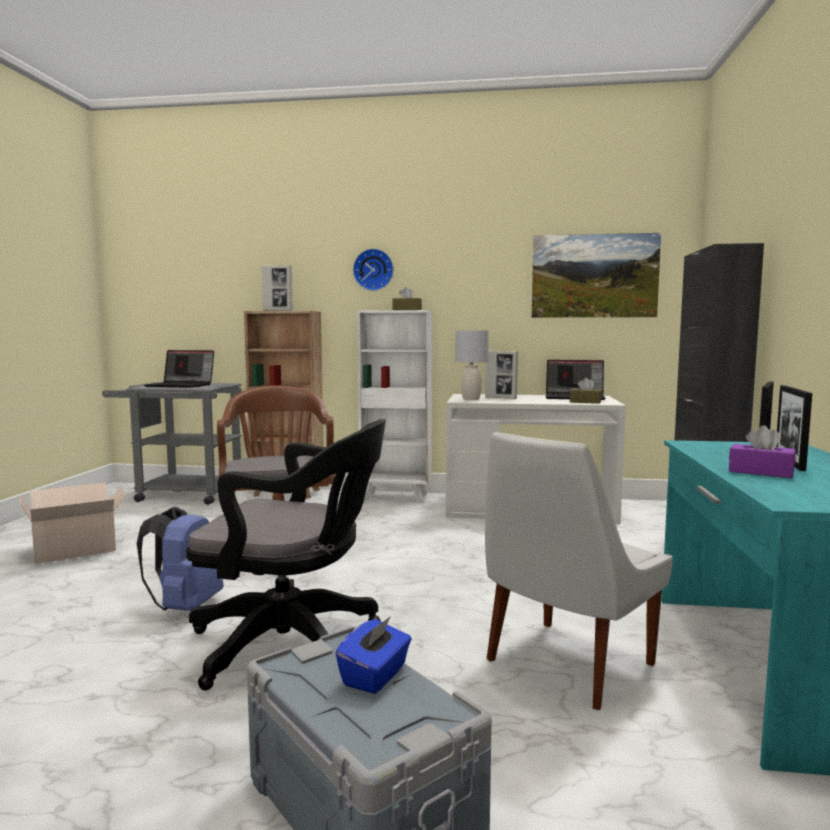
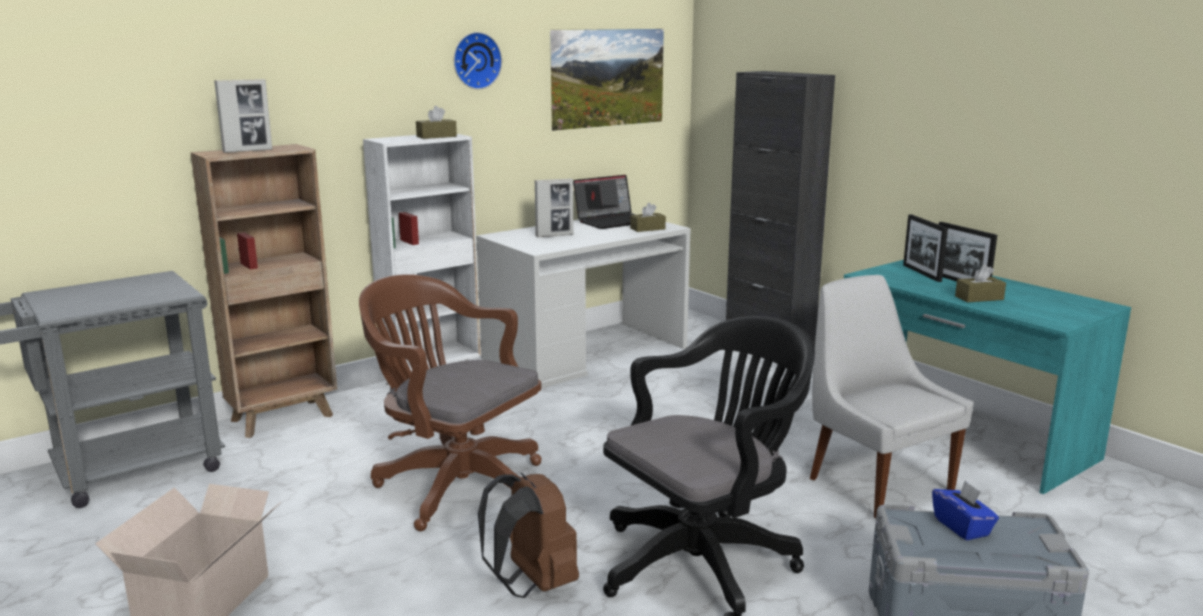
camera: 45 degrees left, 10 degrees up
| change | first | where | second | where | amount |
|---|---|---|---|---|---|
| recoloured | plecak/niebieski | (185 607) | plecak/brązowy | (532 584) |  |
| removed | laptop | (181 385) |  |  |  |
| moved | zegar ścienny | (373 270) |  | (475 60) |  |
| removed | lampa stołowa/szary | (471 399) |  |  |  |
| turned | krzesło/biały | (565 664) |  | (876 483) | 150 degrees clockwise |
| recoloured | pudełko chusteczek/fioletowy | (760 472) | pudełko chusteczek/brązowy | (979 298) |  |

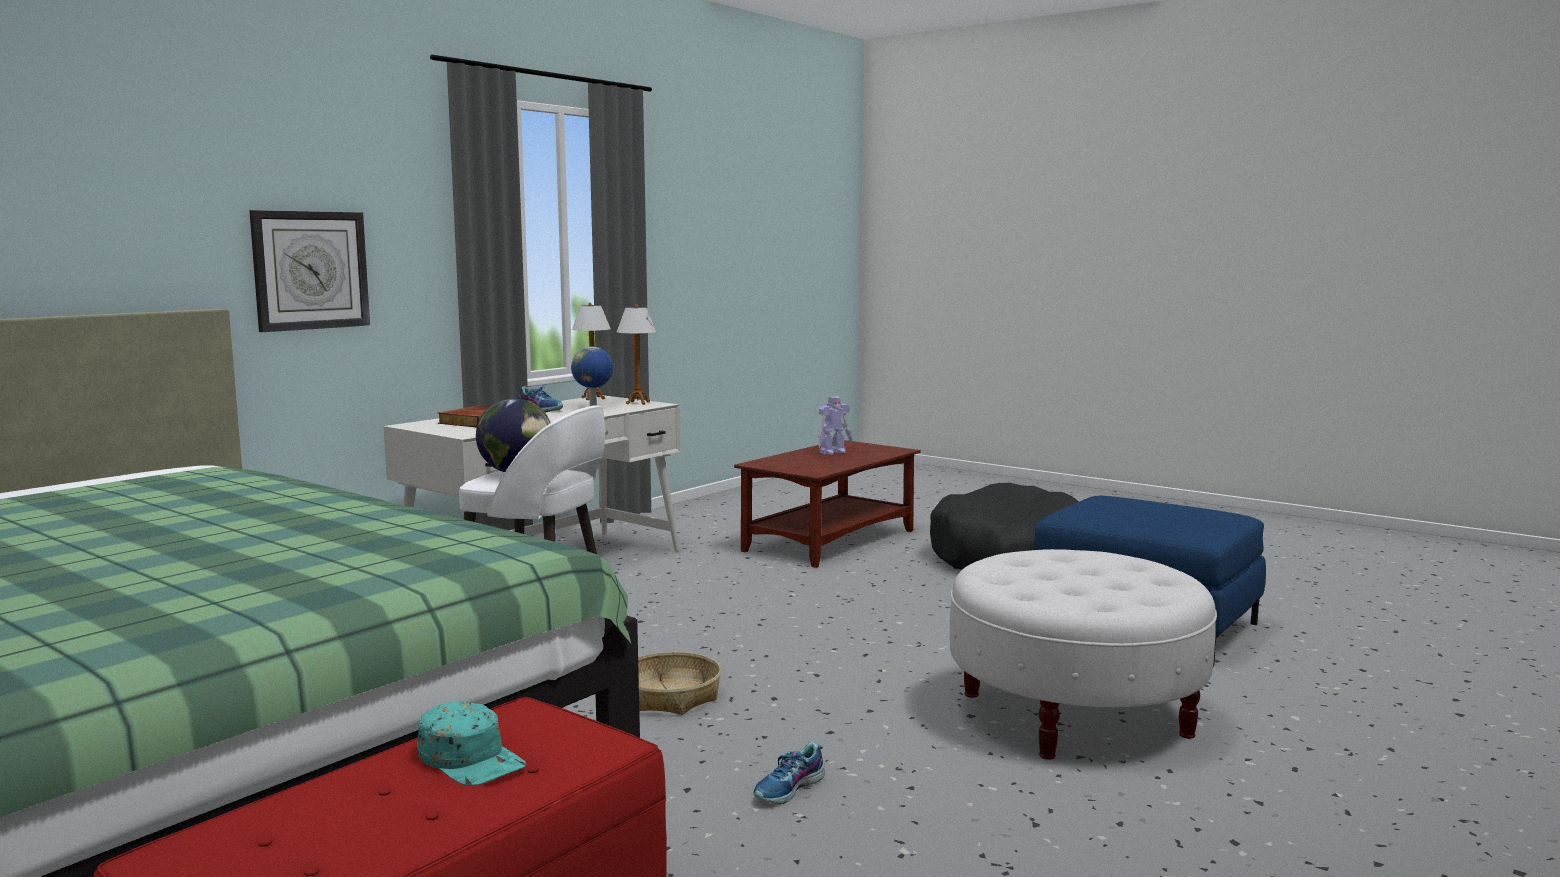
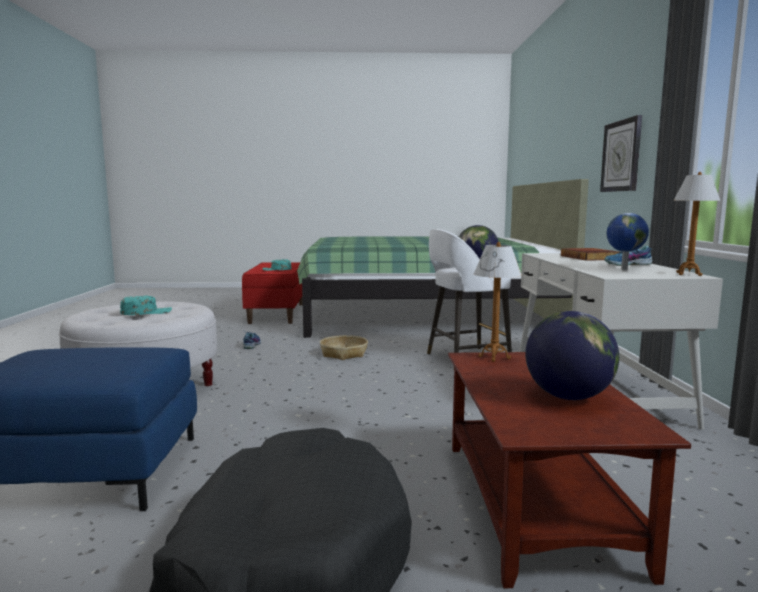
camera: 140 degrees right, 0 degrees up
| change | first | where | second | where | amount |
|---|---|---|---|---|---|
| moved | lampa stołowa | (637 403) |  | (494 357) |  |
| replaced | robot zabawkowy | (833 452) | globus | (568 397) |  |
| added |  |  | czapka z daszkiem/turkusowy | (146 312) |  |

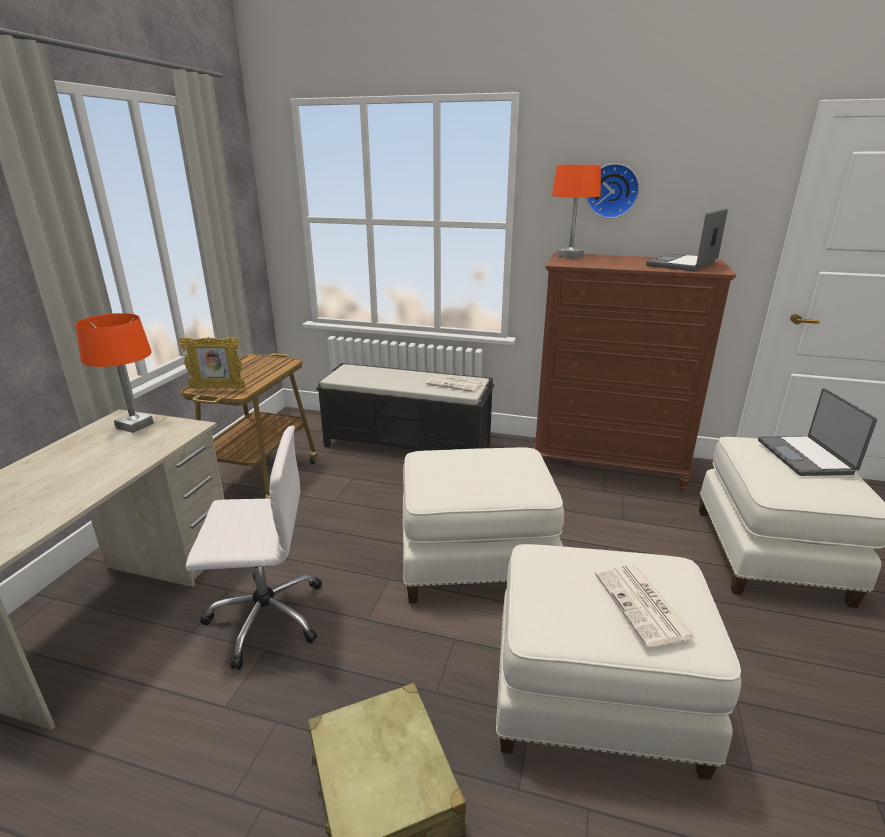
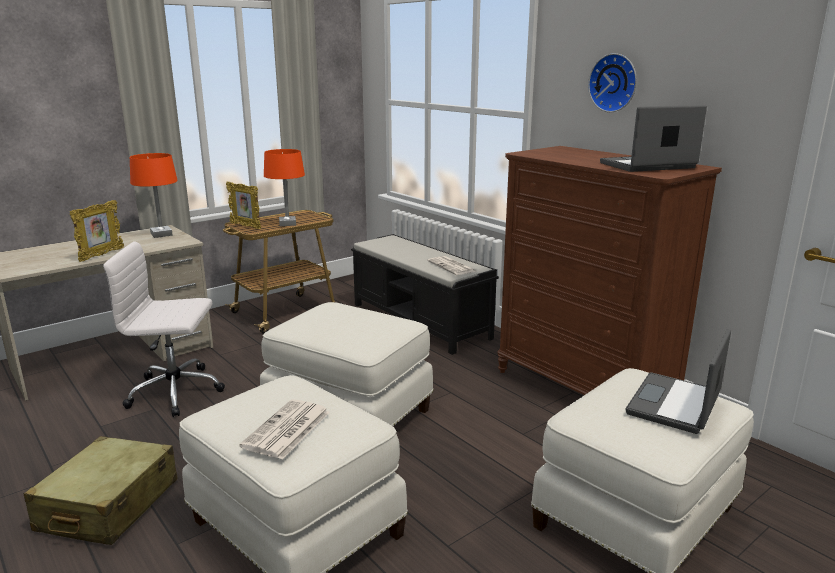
camera: 35 degrees right, 5 degrees down
| change | first | where | second | where | amount |
|---|---|---|---|---|---|
| turned | krzesło biurowe/biały | (264 616) |  | (177 392) | 150 degrees clockwise |
| moved | lampa stołowa/pomarańczowy | (570 256) |  | (287 224) |  |
| added |  |  | ramka na zdjęcie | (101 255) |  |

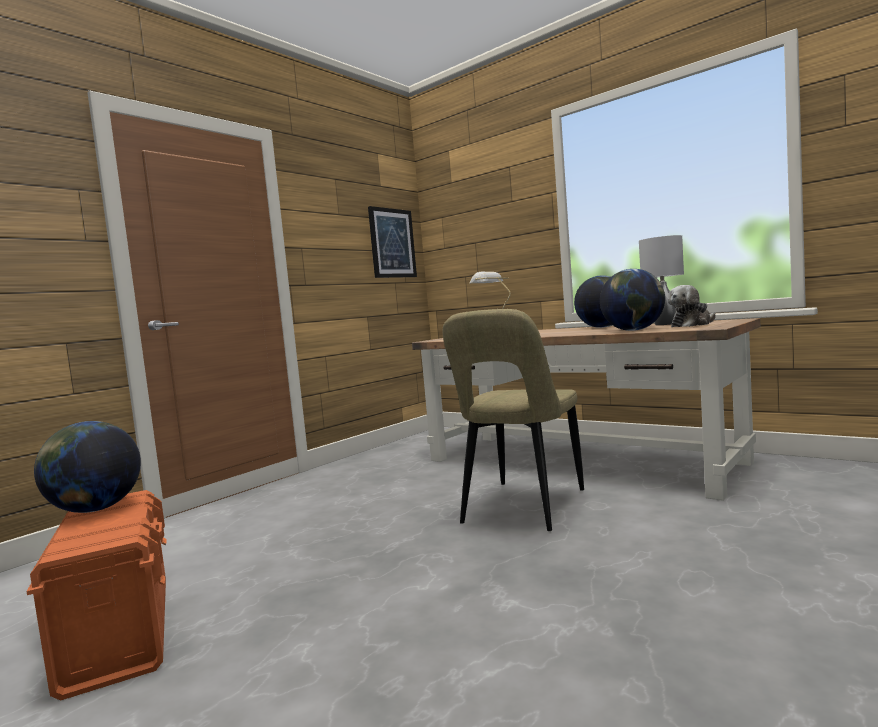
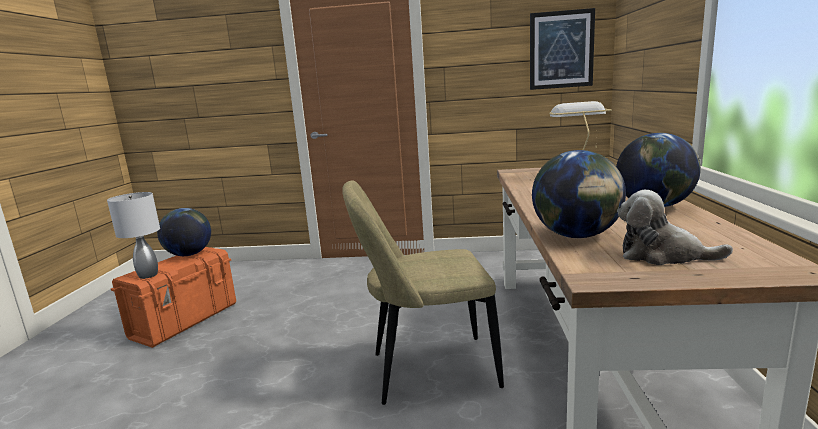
camera: 55 degrees right, 10 degrees up
| change | first | where | second | where | amount |
|---|---|---|---|---|---|
| moved | lampa stołowa/szary | (663 324) |  | (148 275) |  |

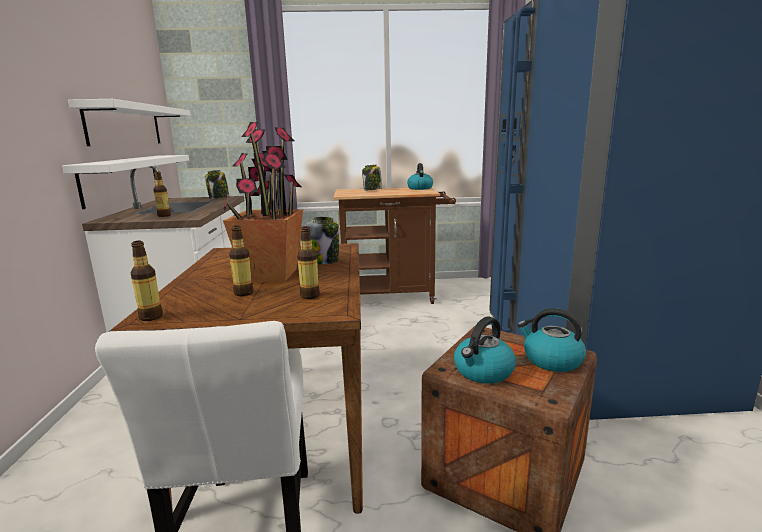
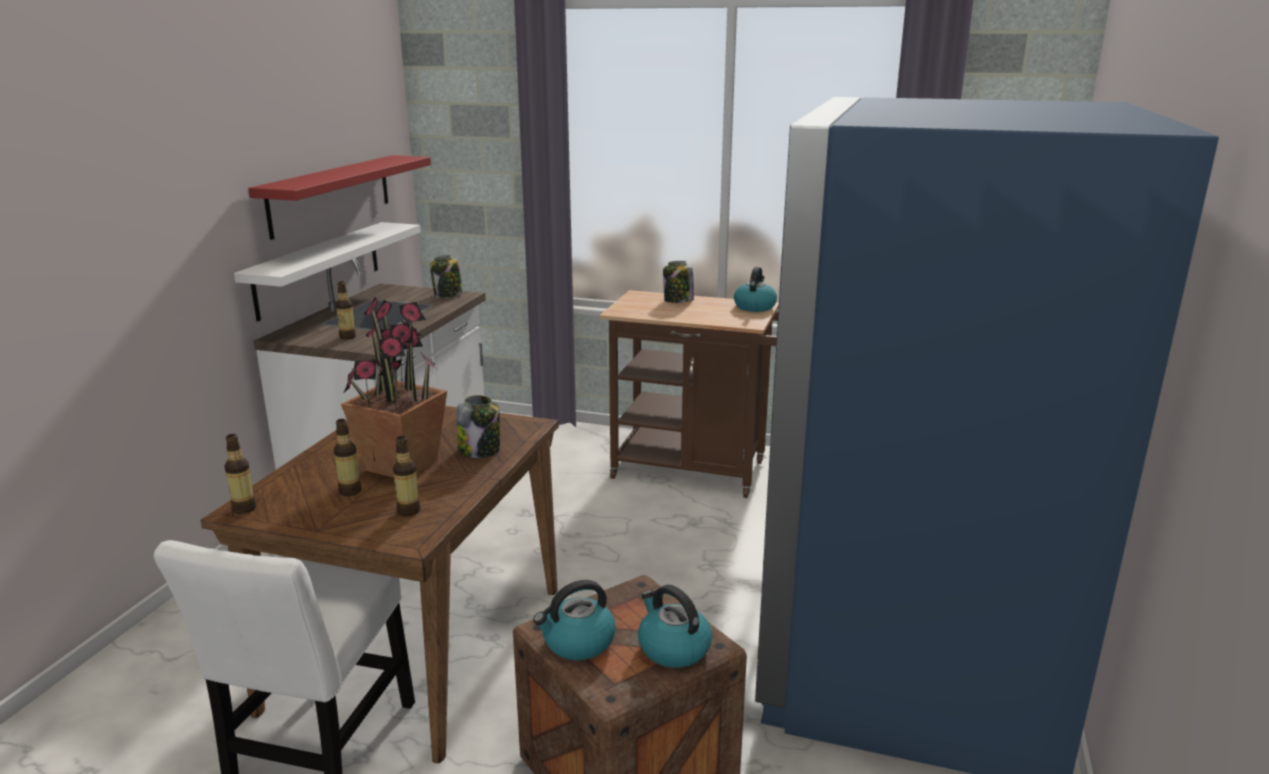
camera: 20 degrees right, 5 degrees up
| change | first | where | second | where | amount |
|---|---|---|---|---|---|
| recoloured | półka/biały | (125 125) | półka/czerwony | (331 194) |  |

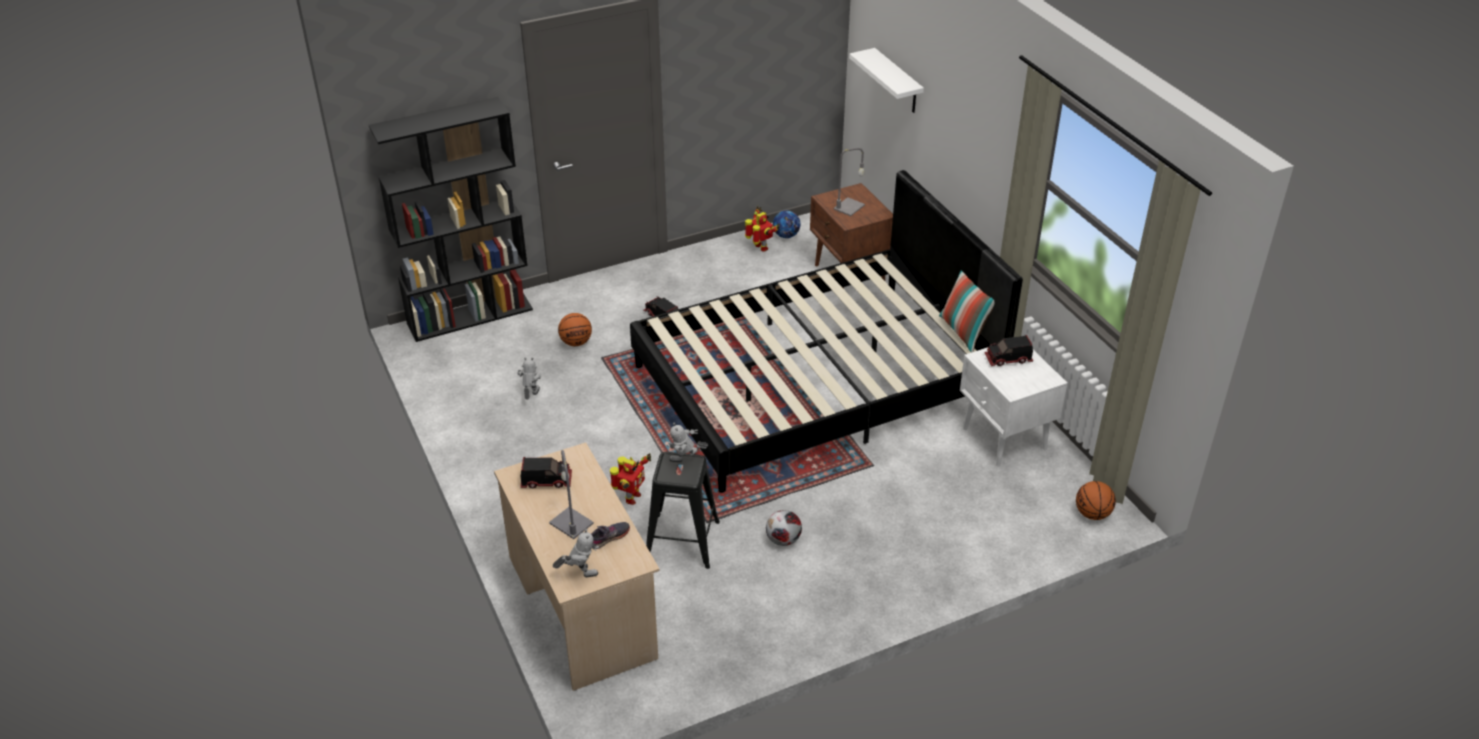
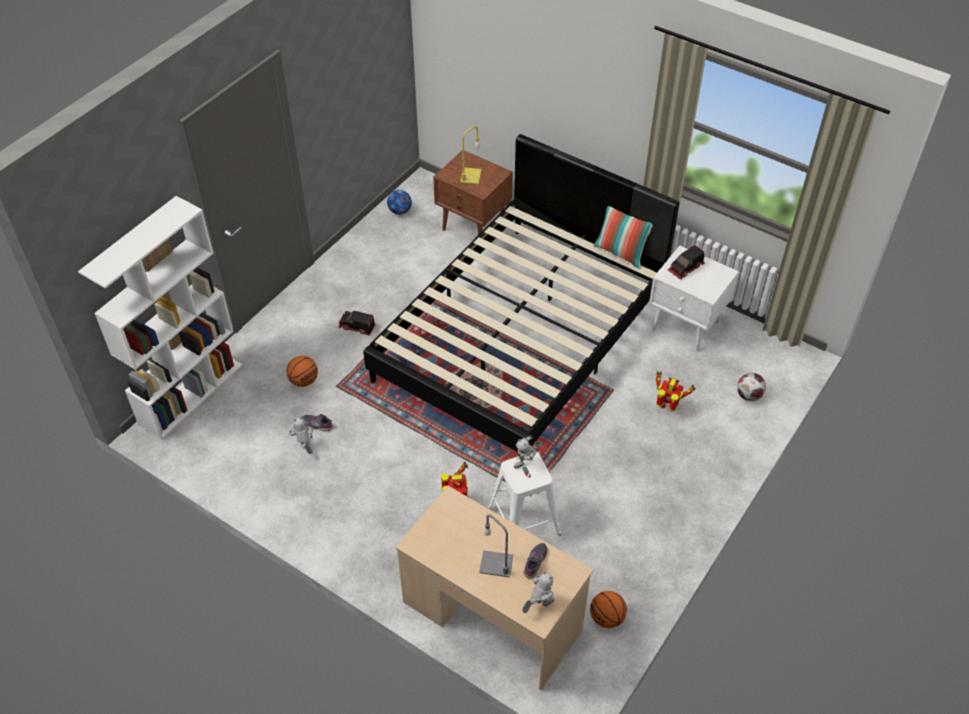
camera: 30 degrees left, 10 degrees up
| change | first | where | second | where | amount |
|---|---|---|---|---|---|
| recoloured | regał/czarny | (470 316) | regał/biały | (191 393) |  |
| removed | ciężarówka zabawkowa | (546 480) |  |  |  |
| recoloured | stołek/czarny | (682 541) | stołek/biały | (525 521) |  |
| moved | robot zabawkowy | (760 248) |  | (667 408) |  |
| moved | piłka futbolowa | (783 540) |  | (749 396) |  |
| recoloured | lampa stołowa/szary | (849 207) | lampa stołowa/żółty | (471 176) |  |
| removed | półka/biały | (897 82) |  |  |  |
| moved | piłka do koszykówki | (1092 514) |  | (606 618) |  |
| added |  |  | but/szary | (317 424) |  |

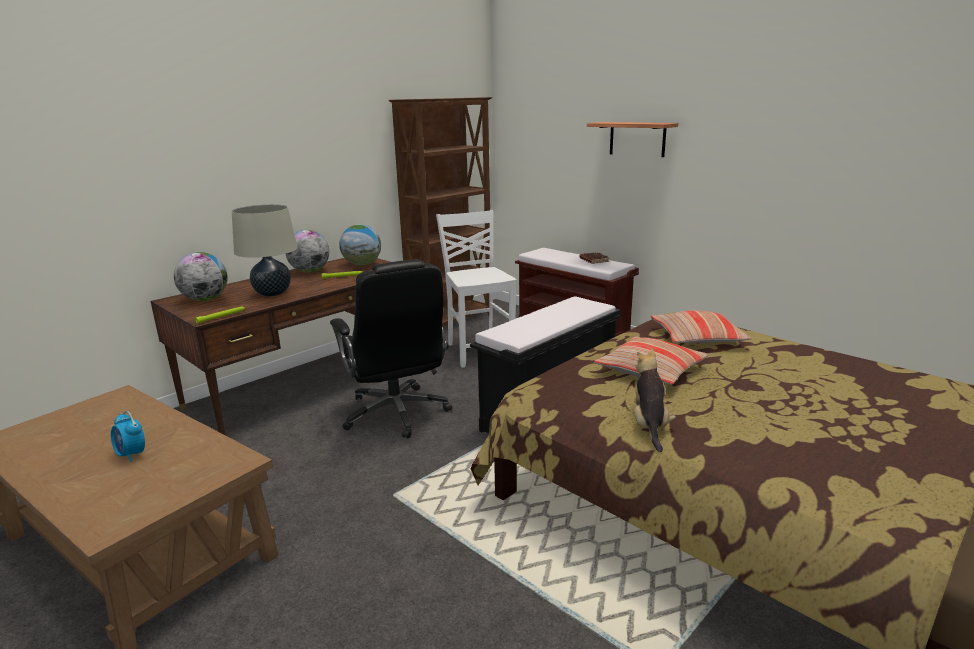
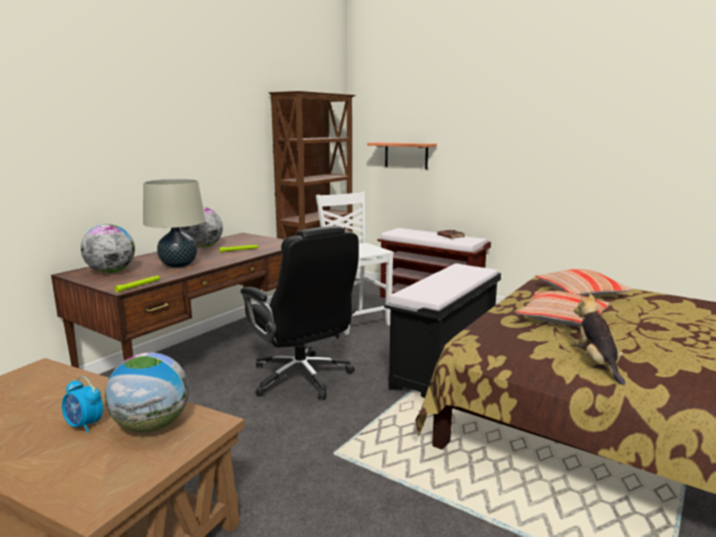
camera: 10 degrees left, 5 degrees down
| change | first | where | second | where | amount |
|---|---|---|---|---|---|
| moved | globus | (362 264) |  | (152 426) |  |
| moved | półka | (637 139) |  | (406 155) |  |

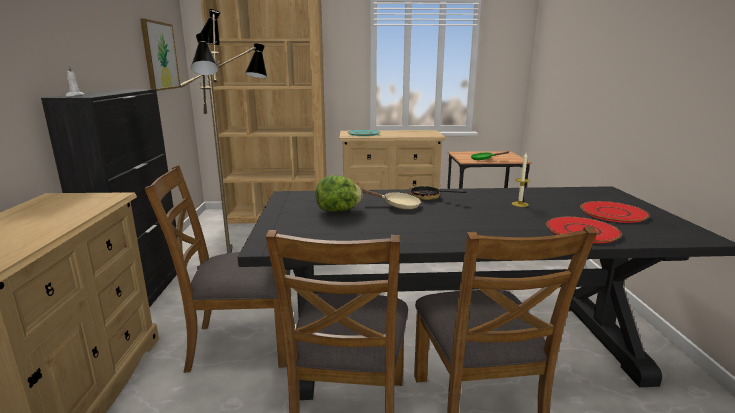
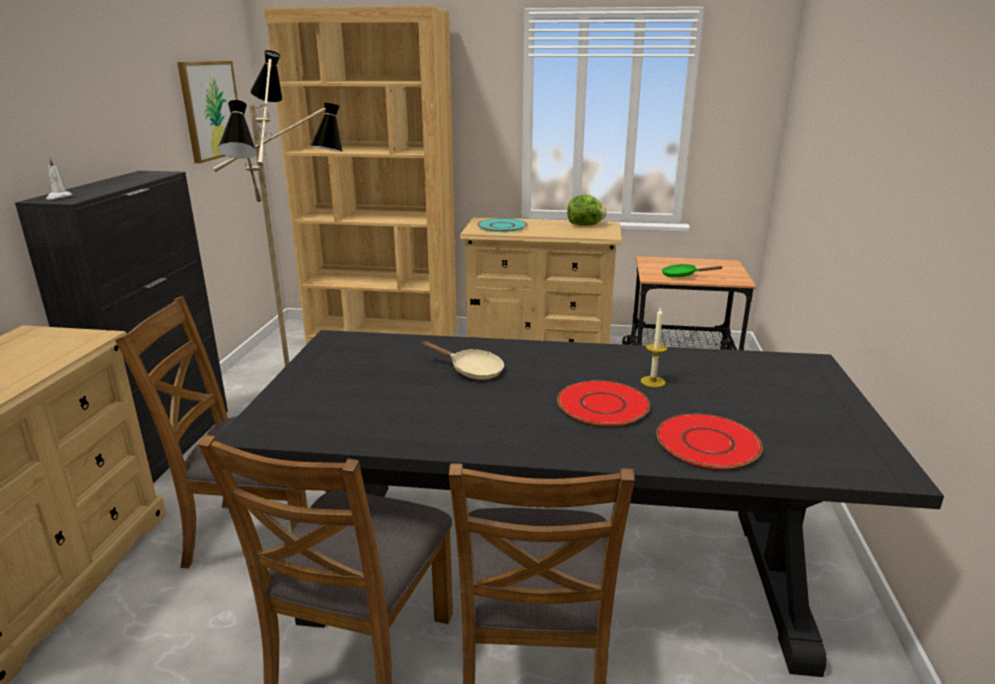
camera: 10 degrees right, 5 degrees up
| change | first | where | second | where | amount |
|---|---|---|---|---|---|
| moved | sałata | (338 210) |  | (585 225) |  |
| removed | patelnia | (429 197) |  |  |  |
| moved | talerz/czerwony | (612 213) |  | (602 404) |  |

